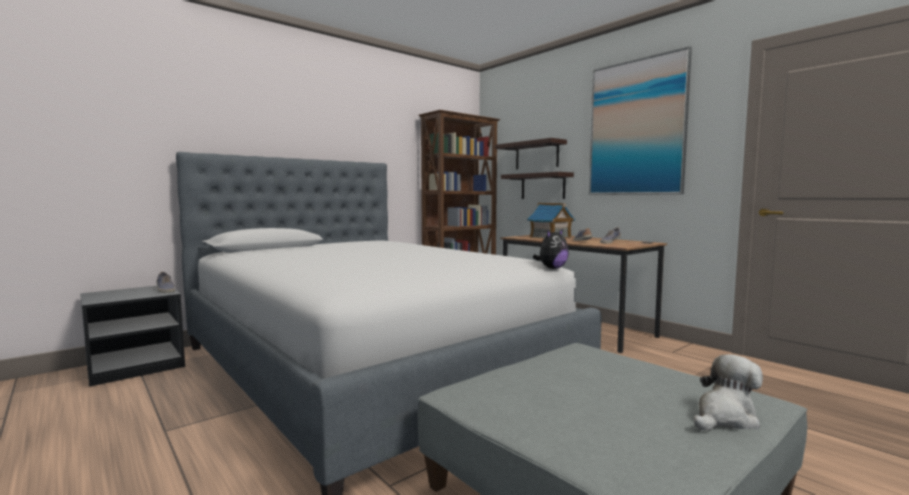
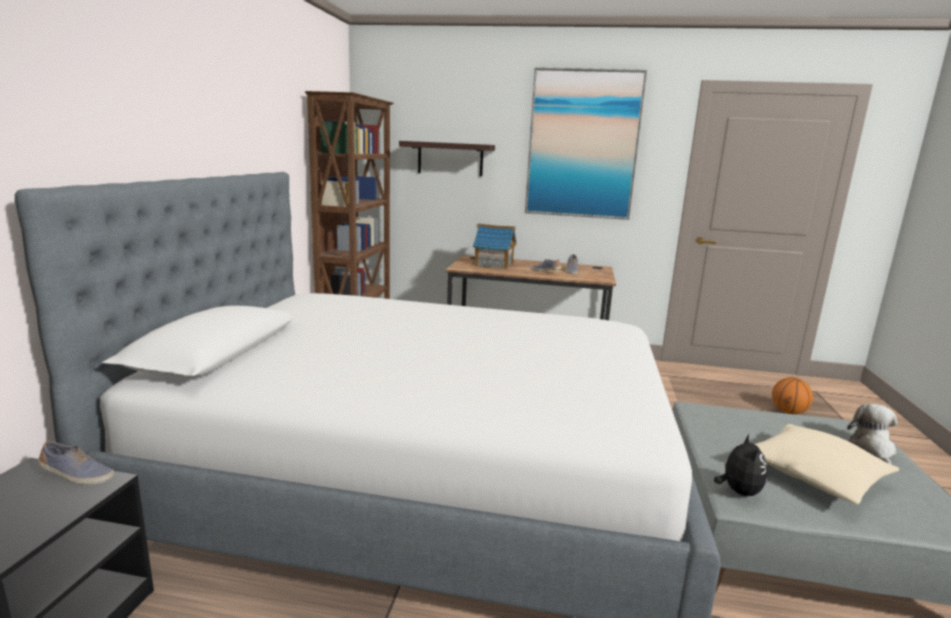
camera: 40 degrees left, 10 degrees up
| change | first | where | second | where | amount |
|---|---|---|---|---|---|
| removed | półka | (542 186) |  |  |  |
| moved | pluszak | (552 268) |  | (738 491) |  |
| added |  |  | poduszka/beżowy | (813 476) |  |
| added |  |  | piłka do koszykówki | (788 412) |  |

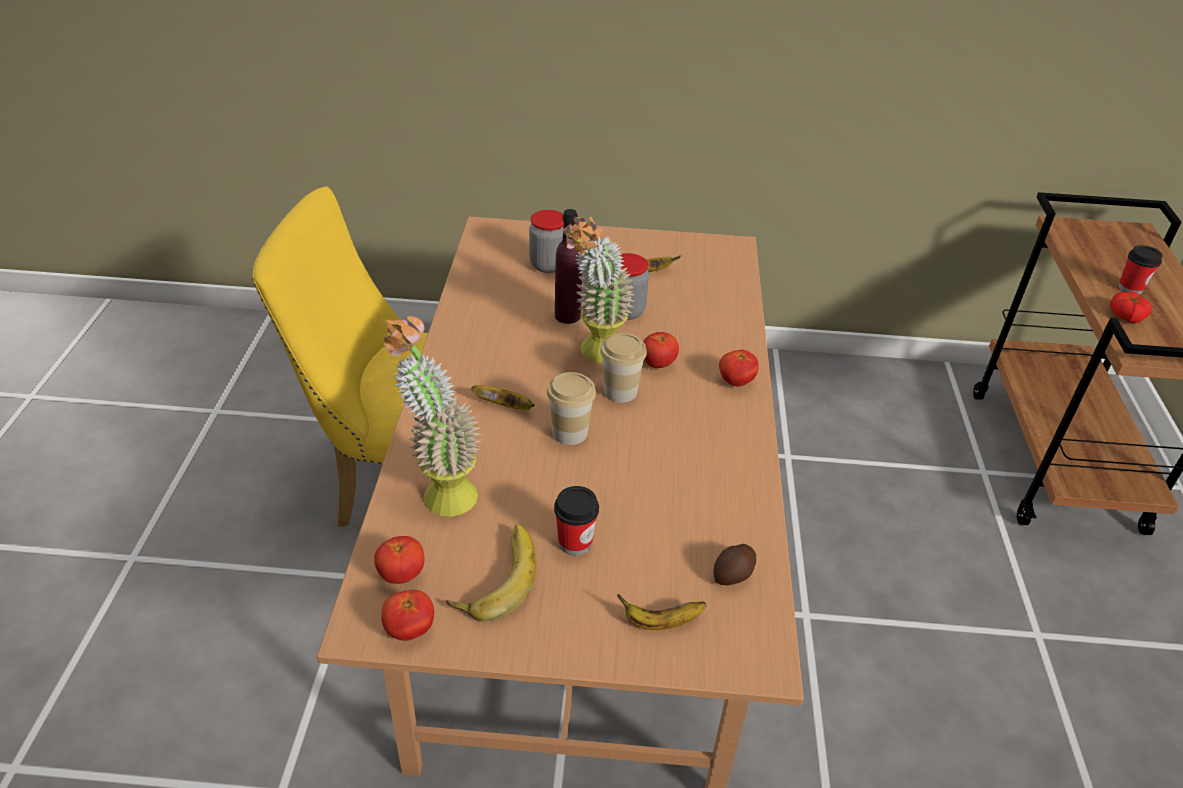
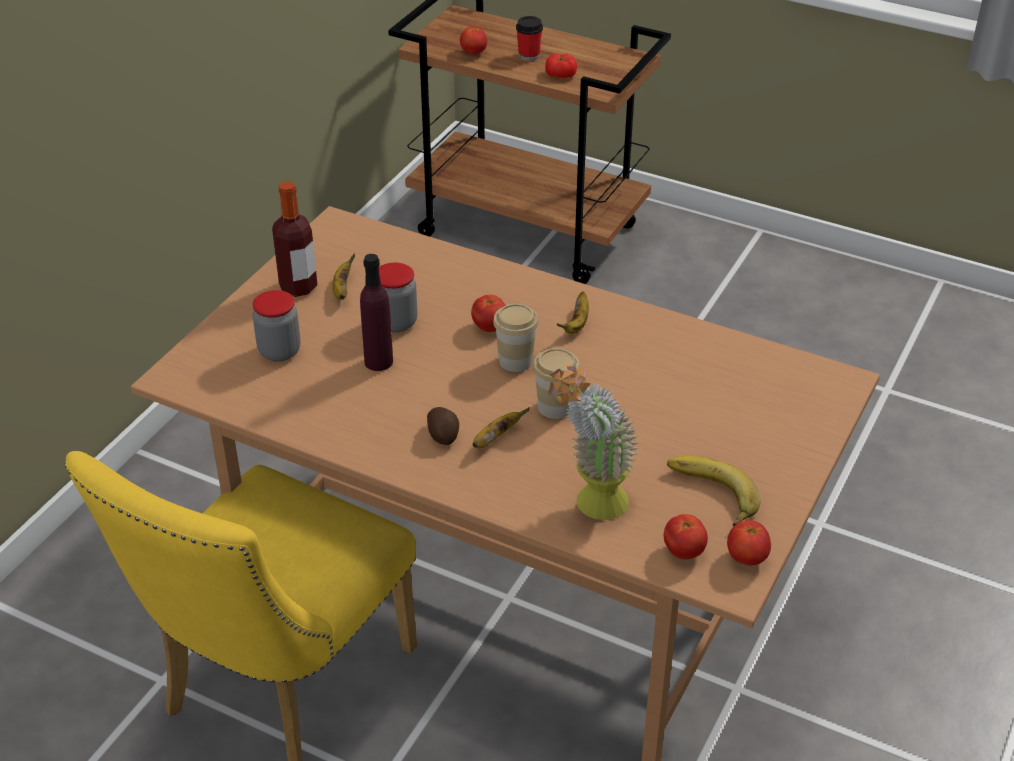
camera: 65 degrees left, 0 degrees up
| change | first | where | second | where | amount |
|---|---|---|---|---|---|
| removed | filiżanka | (575 542) |  |  |  |
| removed | roślina doniczkowa | (595 355) |  |  |  |
| moved | banan | (661 622) |  | (576 324) |  |
| moved | ziemniak | (734 574) |  | (443 434) |  |
| moved | pomidor | (735 382) |  | (473 52) |  |
| added |  |  | butelka | (298 287) |  |

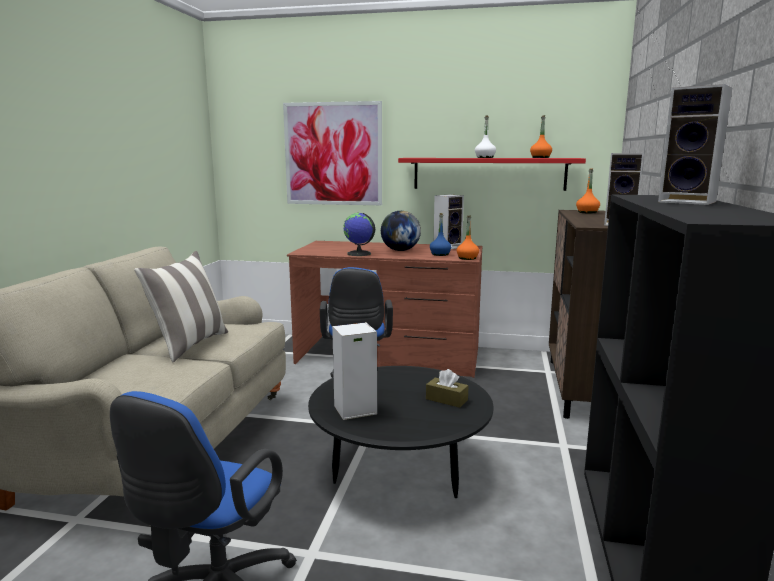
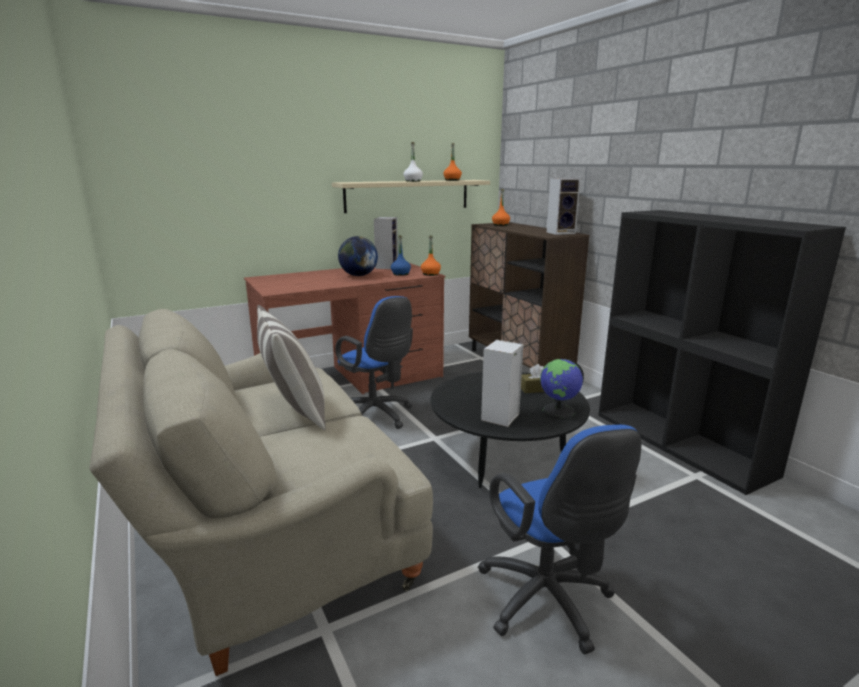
camera: 40 degrees left, 5 degrees up
| change | first | where | second | where | amount |
|---|---|---|---|---|---|
| removed | obraz | (333 154) |  |  |  |
| moved | globus | (358 254) |  | (559 411) |  |
| recoloured | półka/czerwony | (489 173) | półka/beżowy | (408 195) |  |
| removed | głośnik | (689 202) |  |  |  |

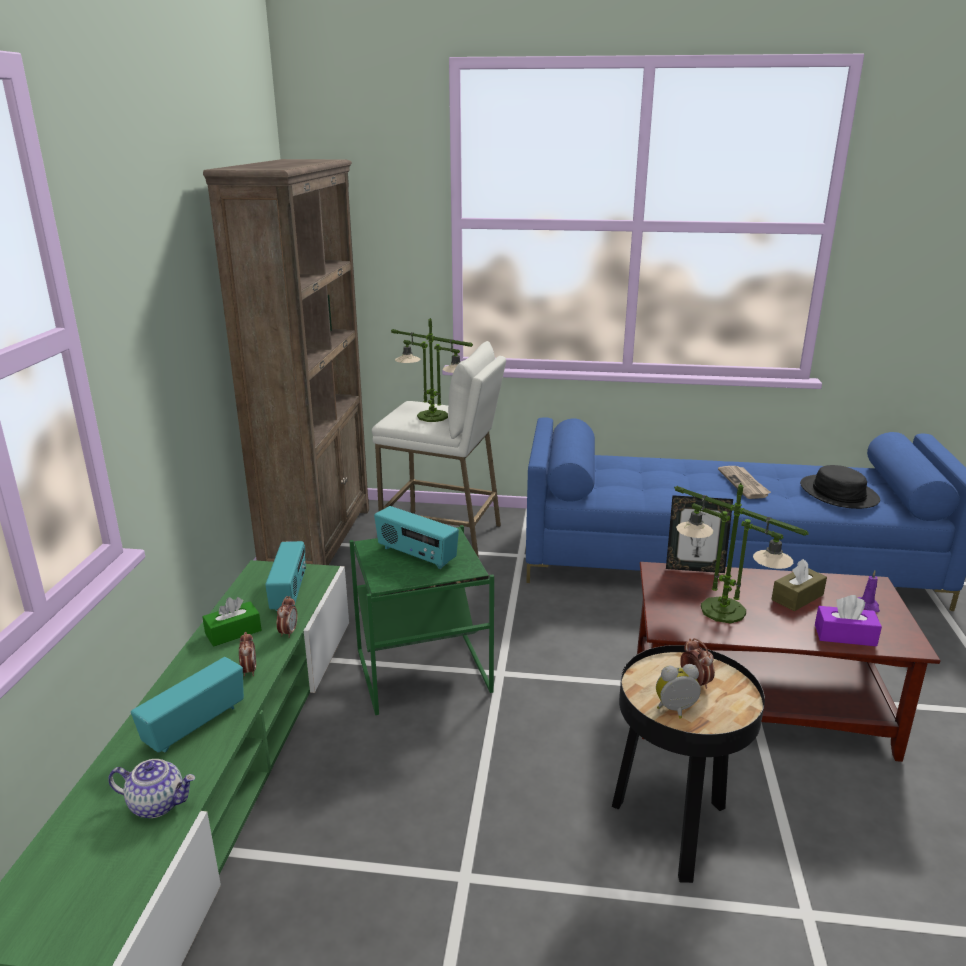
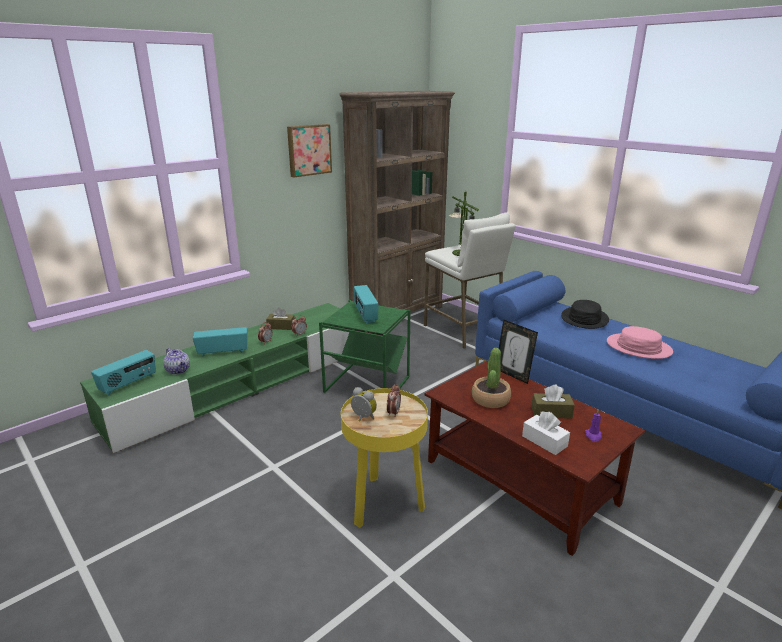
camera: 40 degrees right, 0 degrees up
| change | first | where | second | where | amount |
|---|---|---|---|---|---|
| recoloured | pudełko chusteczek/zielony | (233 632) | pudełko chusteczek/brązowy | (281 326) |  |
| moved | radio | (290 593) |  | (128 384) |  |
| recoloured | stolik/czarny | (672 828) | stolik/żółty | (384 503) |  |
| replaced | lampa stołowa | (723 611) | roślina doniczkowa | (490 399) |  |
| replaced | gazeta | (744 484) | kapelusz/różowy | (638 347) |  |
| moved | kapelusz/czarny | (838 493) |  | (584 318) |  |
| recoloured | pudełko chusteczek/fioletowy | (845 635) | pudełko chusteczek/biały | (544 441) |  |
| added |  |  | obraz | (308 150) |  |

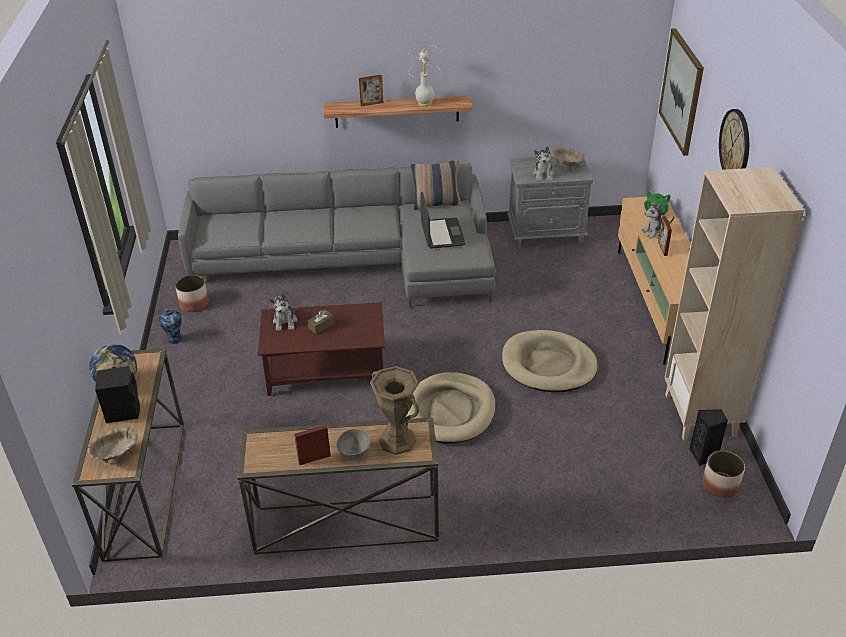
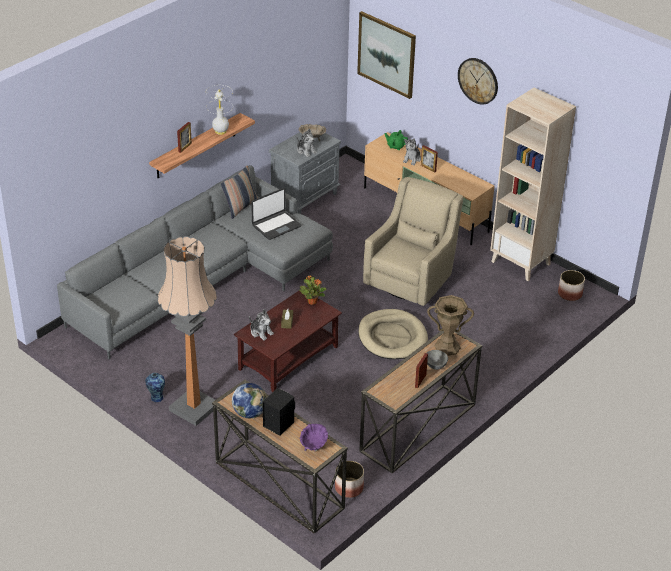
camera: 45 degrees left, 0 degrees up
| change | first | where | second | where | amount |
|---|---|---|---|---|---|
| recoloured | miska/beżowy | (116 455) | miska/fioletowy | (314 445) |  |
| moved | donica | (194 303) |  | (349 488) |  |
| turned | laptop | (442 234) |  | (276 226) | 105 degrees clockwise |
| replaced | legowisko/beżowy | (548 365) | fotel/beżowy | (411 280) |  |
| removed | głośnik/czarny | (704 456) |  |  |  |
| added |  |  | lampa stojąca | (194 408) |  |
| added |  |  | roślina doniczkowa | (312 301) |  |

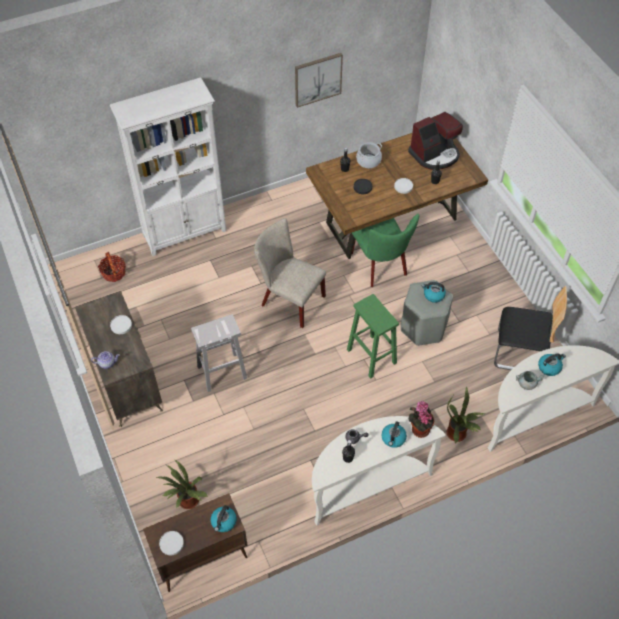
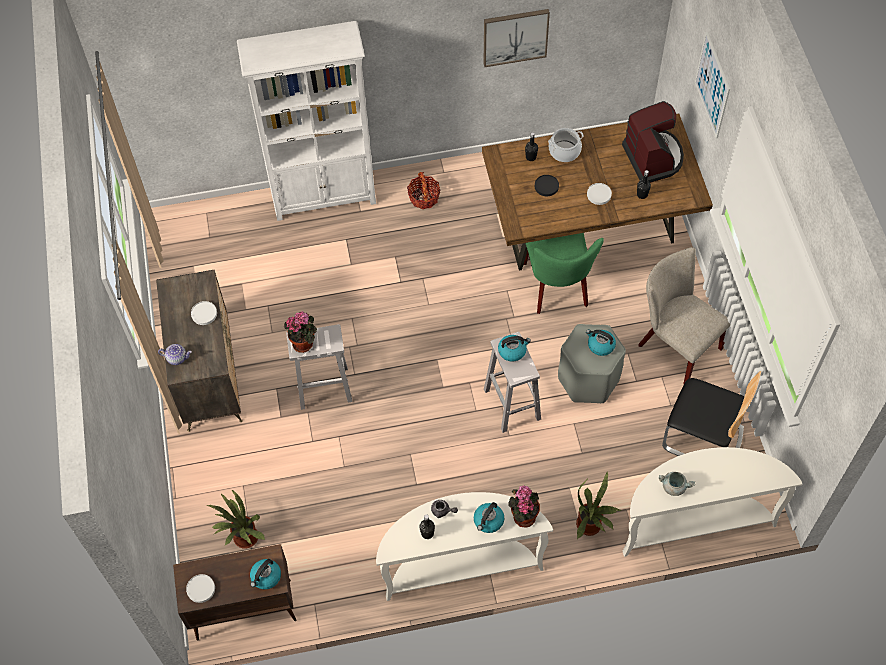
camera: 15 degrees right, 5 degrees up
| change | first | where | second | where | amount |
|---|---|---|---|---|---|
| moved | koszyk | (113 273) |  | (424 198) |  |
| moved | krzesło/beżowy | (289 300) |  | (674 344) |  |
| recoloured | stołek/zielony | (372 357) | stołek/biały | (512 405) |  |
| turned | ekspres do kawy | (435 154) |  | (653 157) | 90 degrees counterclockwise |
| moved | czajnik | (549 367) |  | (512 351) |  |
| added |  |  | roślina doniczkowa | (304 343) |  |
| added |  |  | obraz | (712 85) |  |

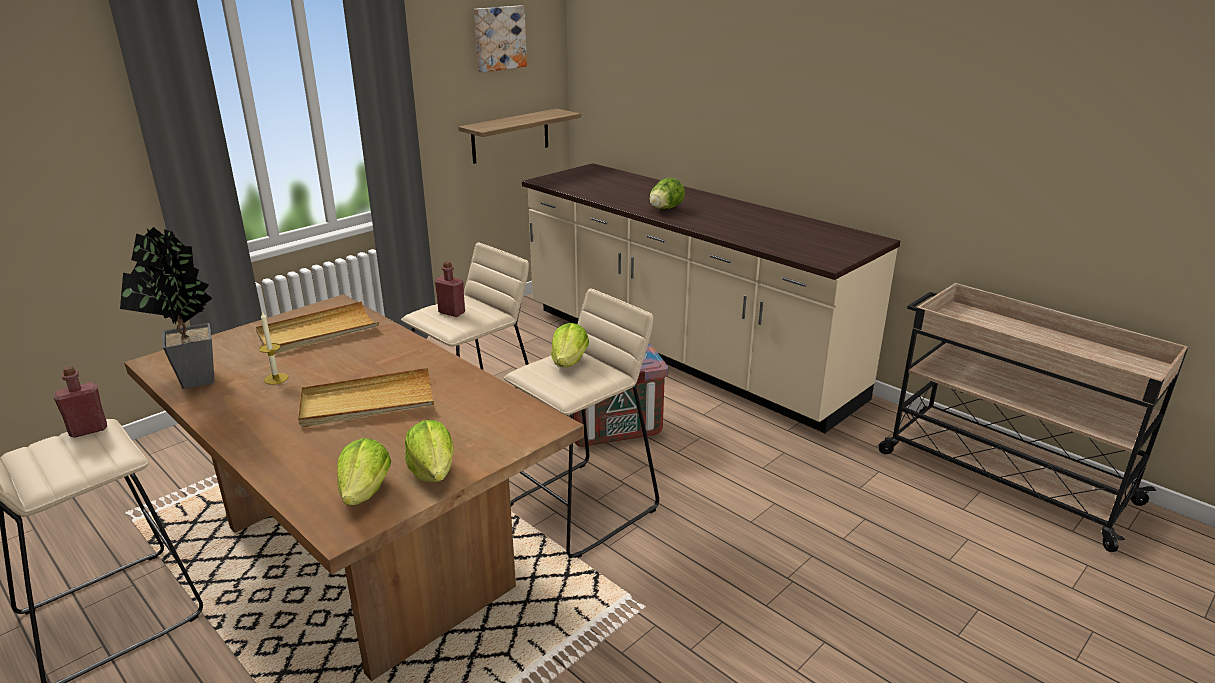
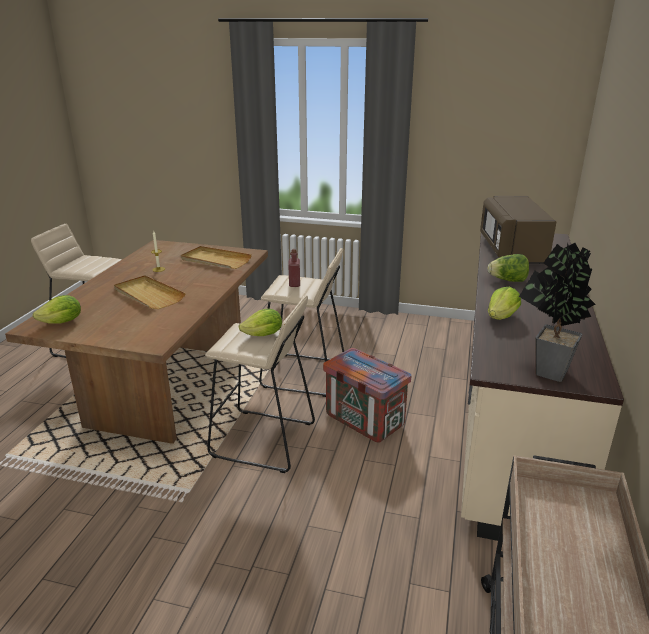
camera: 60 degrees right, 0 degrees up
| change | first | where | second | where | amount |
|---|---|---|---|---|---|
| removed | butelka/czerwony | (88 430) |  |  |  |
| moved | roślina doniczkowa | (194 382) |  | (546 374) |  |
| moved | sałata | (433 471) |  | (501 317) |  |
| removed | półka | (510 136) |  |  |  |
| removed | obraz | (499 38) |  |  |  |
| added |  |  | mikrofalówka/brązowy | (511 251) |  |

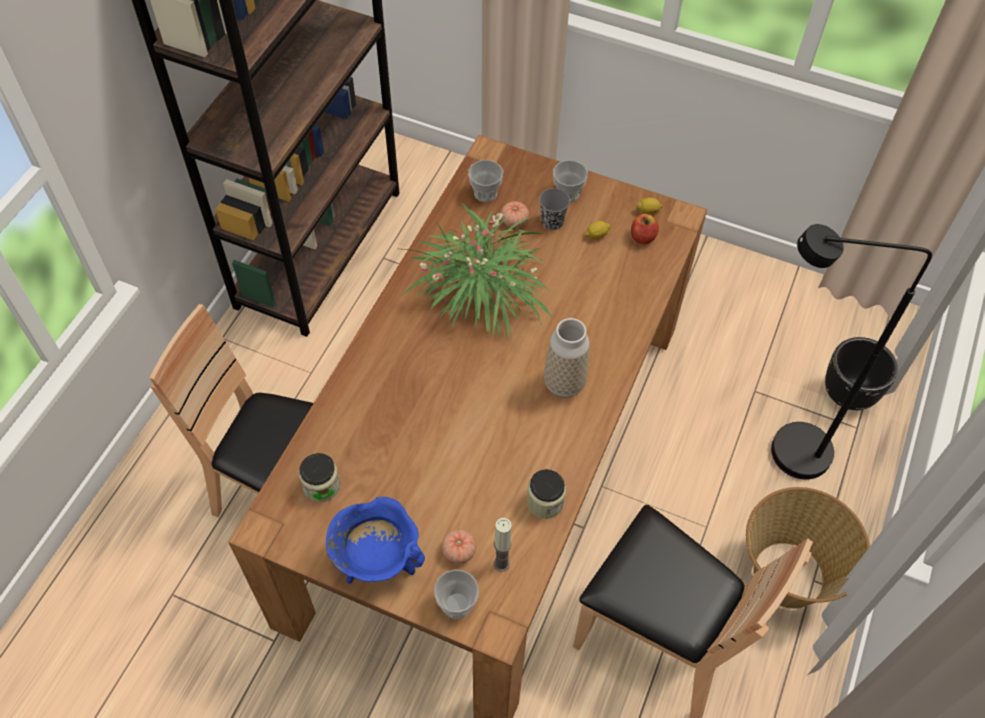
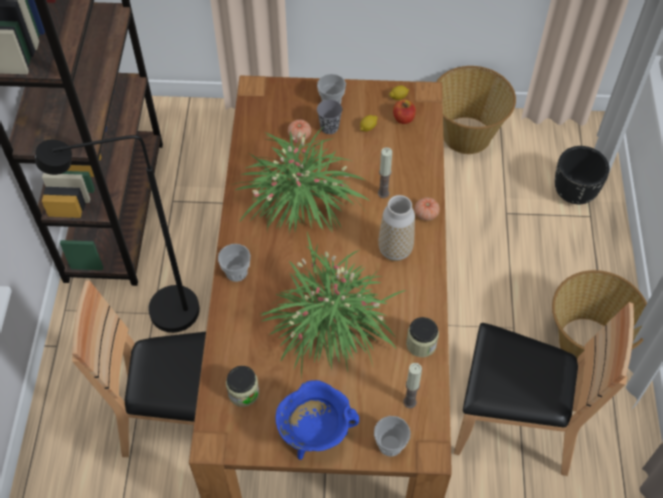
camera: 20 degrees left, 0 degrees up
| change | first | where | second | where | amount |
|---|---|---|---|---|---|
| moved | pomidor | (459 551) |  | (426 214) |  |
| moved | filiżanka | (485 193) |  | (236 272) |  |
| moved | lampa stojąca/czarny | (783 452) |  | (160 315) |  |
| added |  |  | roślina doniczkowa | (330 325) |  |
| added |  |  | świeca | (383 193) |  |
| added |  |  | koszyk | (467 134) |  |

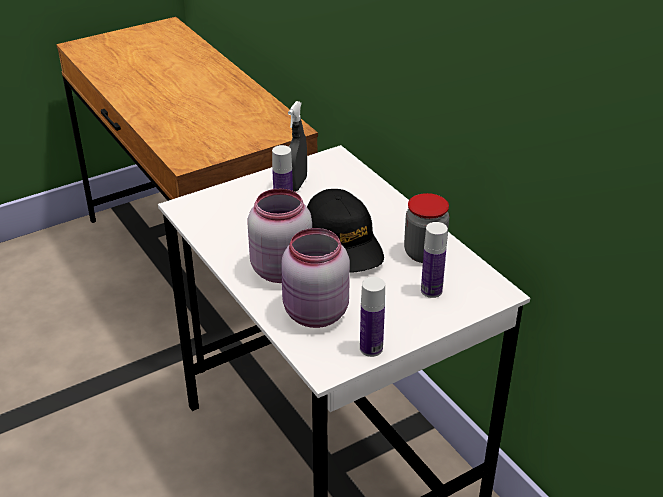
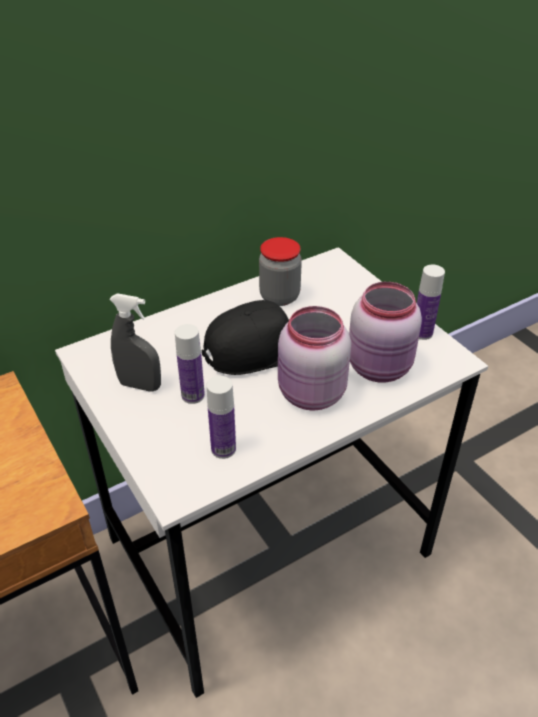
camera: 90 degrees left, 5 degrees up
| change | first | where | second | where | amount |
|---|---|---|---|---|---|
| moved | butelka | (431 291) |  | (223 449) |  |

